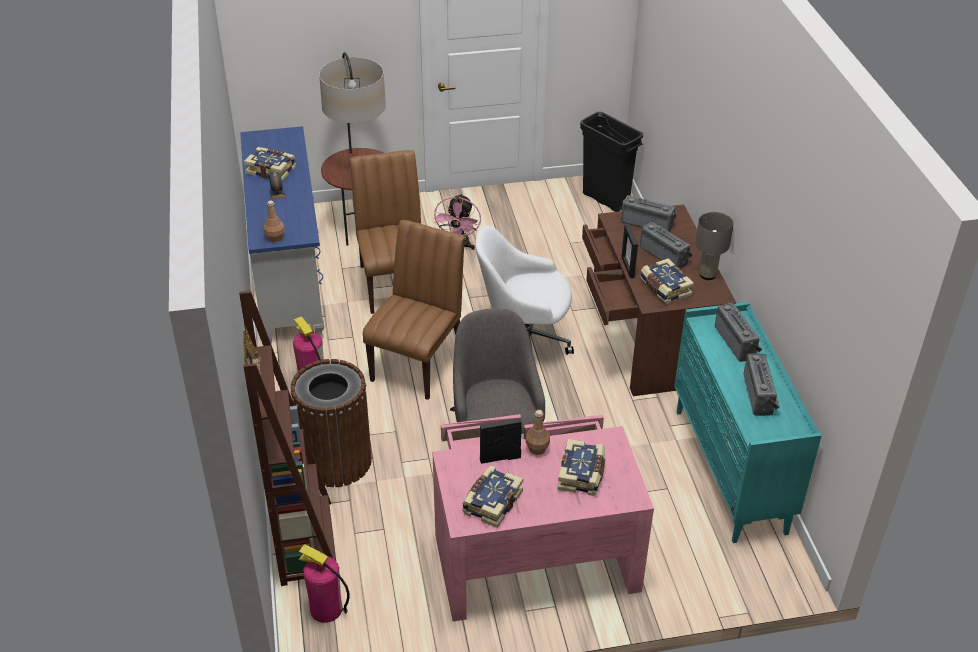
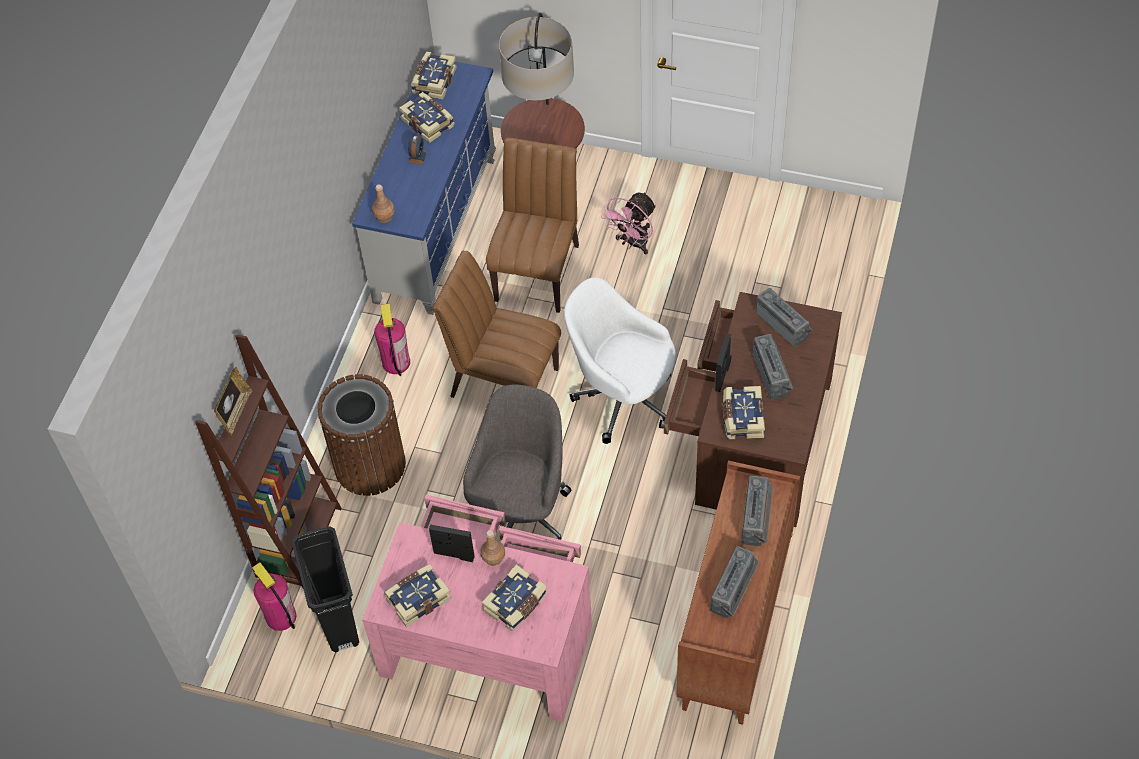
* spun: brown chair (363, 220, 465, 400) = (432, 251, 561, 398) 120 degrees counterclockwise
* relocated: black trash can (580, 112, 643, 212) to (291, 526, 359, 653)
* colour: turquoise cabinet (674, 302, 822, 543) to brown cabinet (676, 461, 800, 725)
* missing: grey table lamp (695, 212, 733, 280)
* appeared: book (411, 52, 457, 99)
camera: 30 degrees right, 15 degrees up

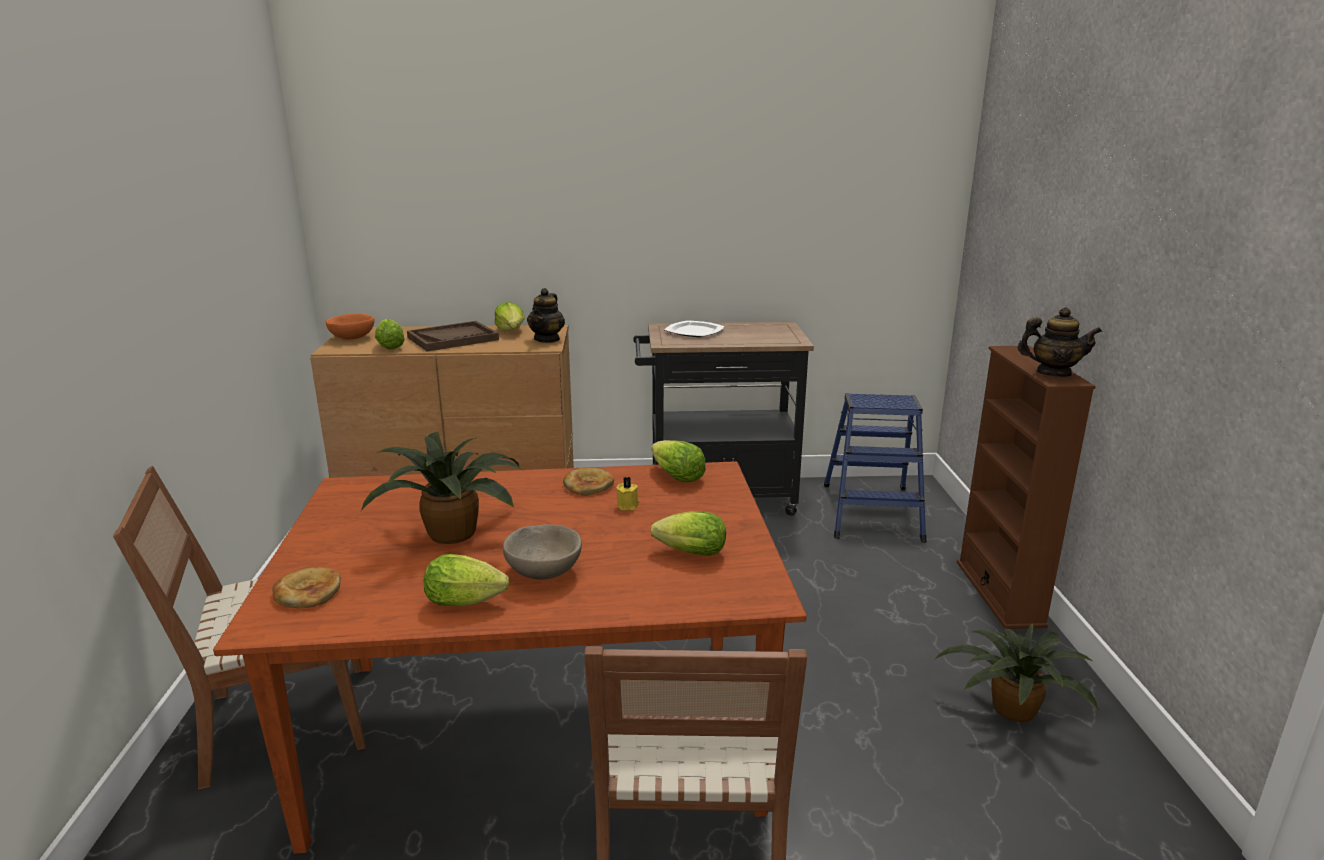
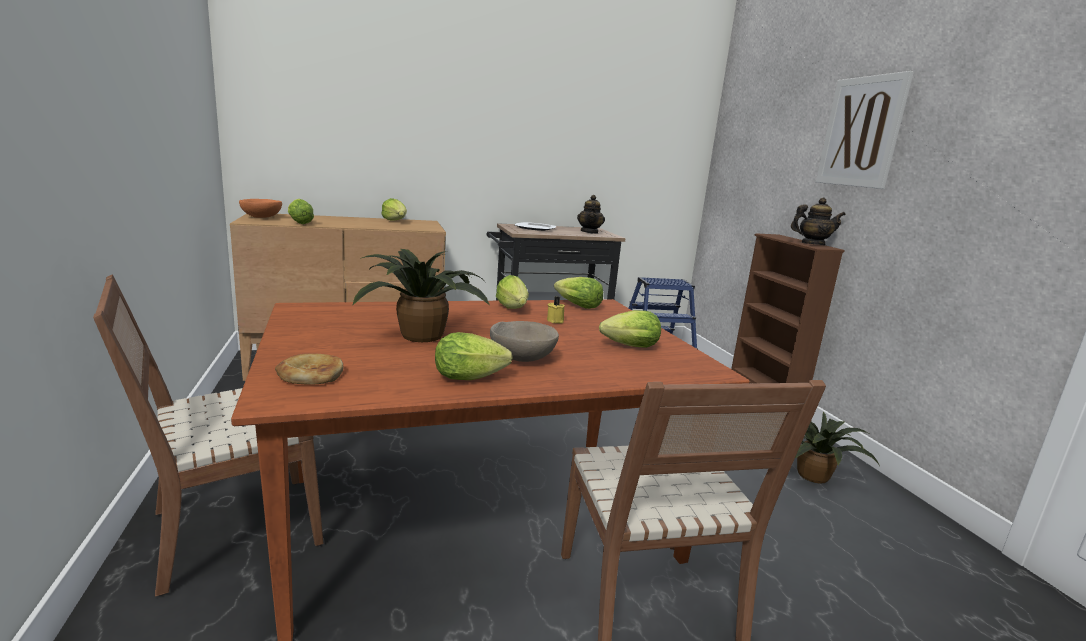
* missing: brown tray (407, 321, 499, 351)
* relocated: teapot (527, 288, 565, 343) to (577, 195, 605, 234)
* exchanged: bread (563, 467, 614, 496) to lettuce (496, 275, 529, 309)
* appeared: picture (816, 71, 914, 189)
camera: 15 degrees left, 5 degrees down

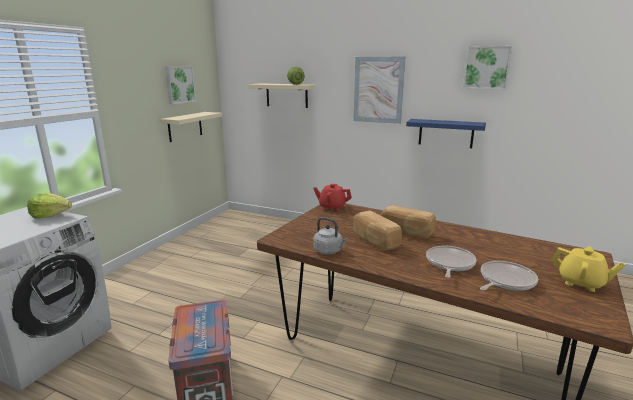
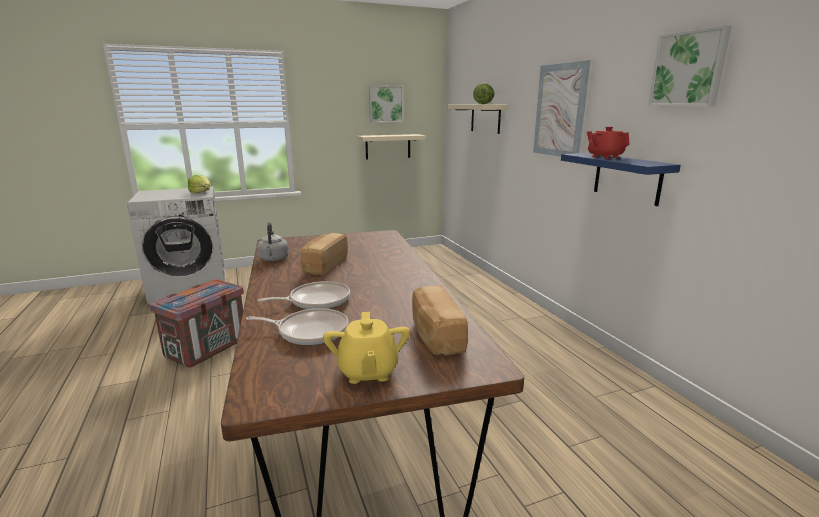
* relocated: red teapot (313, 184, 352, 211) to (587, 126, 630, 159)
* relocated: bread (381, 205, 436, 238) to (412, 285, 468, 355)
camera: 45 degrees right, 0 degrees up

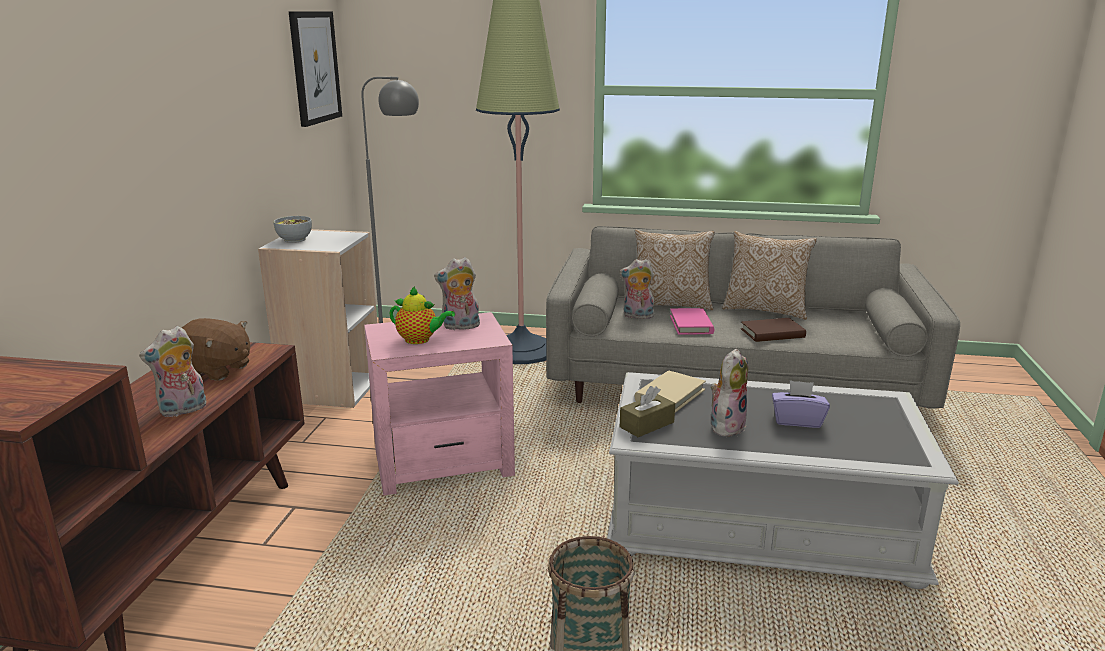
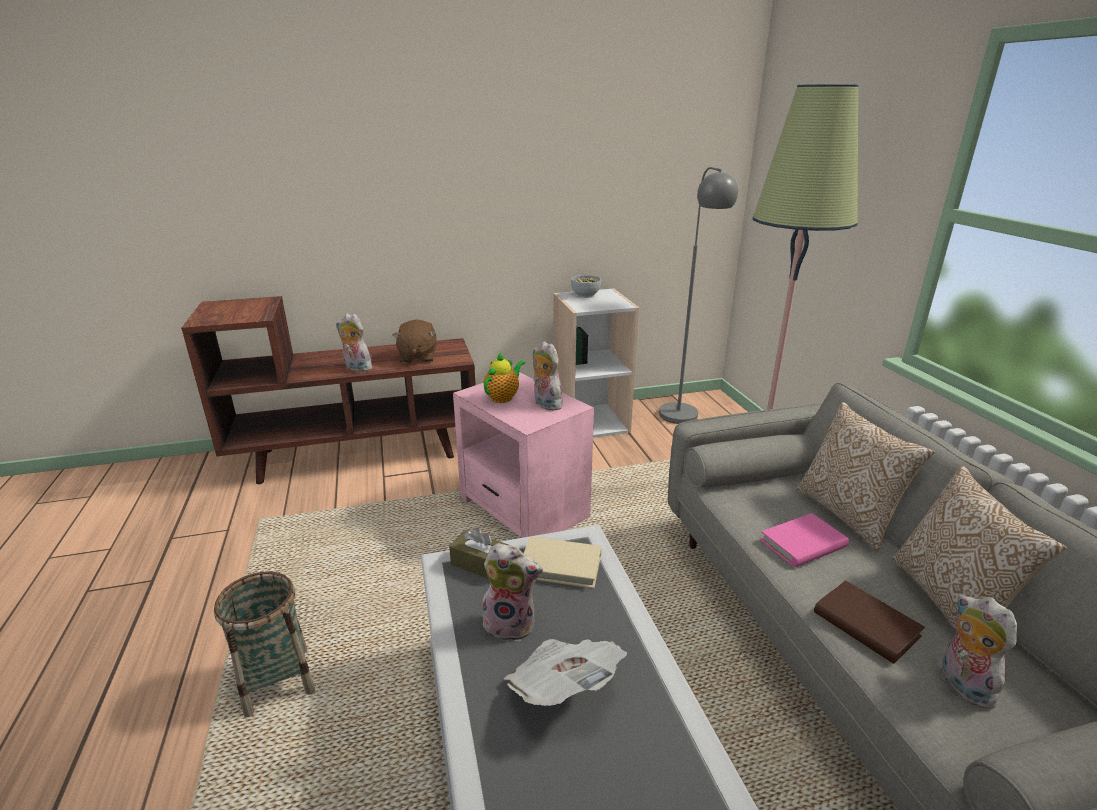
* missing: picture (289, 11, 342, 127)
* spun: teapot (389, 286, 455, 344) = (484, 353, 525, 403) 135 degrees counterclockwise
* relocated: plush toy (619, 259, 654, 319) to (942, 595, 1017, 709)
* exchanged: purple tissue box (772, 380, 830, 428) to newspaper (504, 639, 627, 706)
camera: 65 degrees right, 5 degrees up

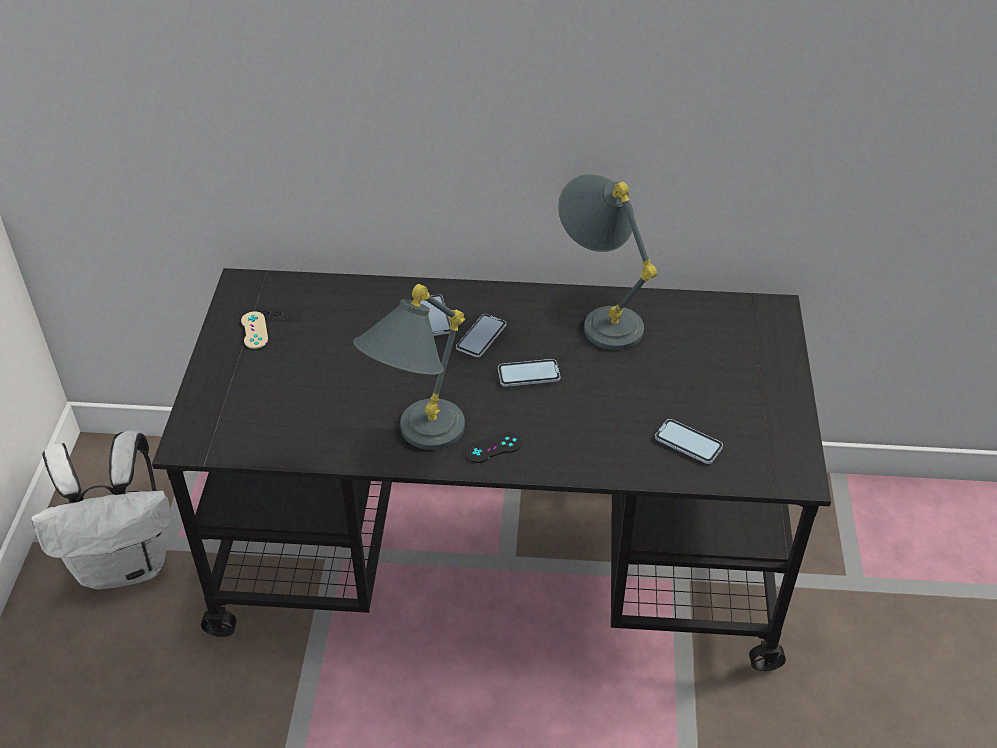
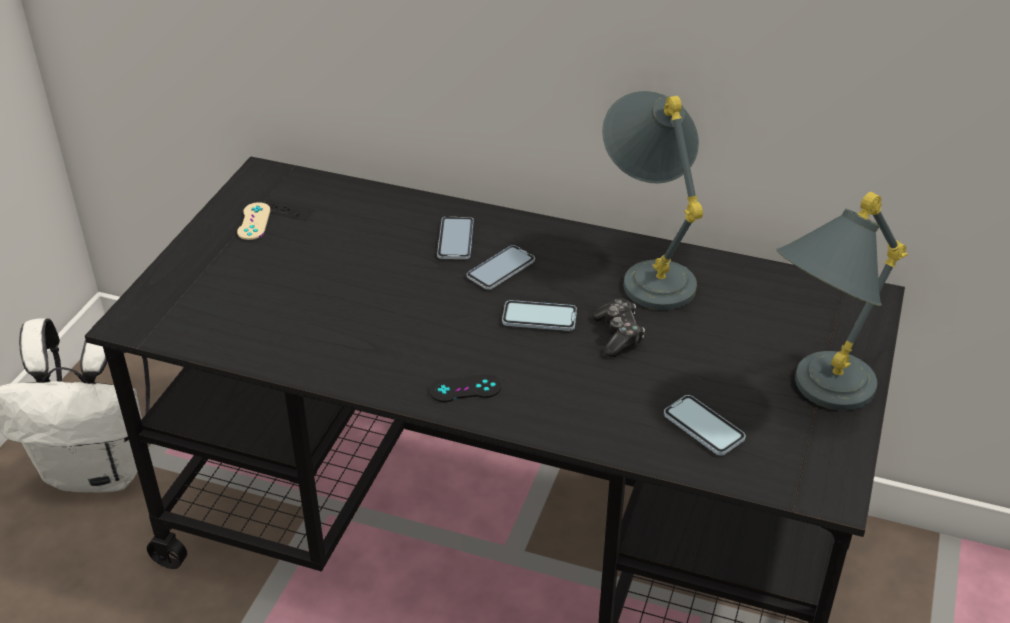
* relocated: grey table lamp (353, 284, 465, 450) to (776, 192, 908, 411)
* appeared: game controller (592, 298, 645, 357)
camera: 15 degrees right, 5 degrees down

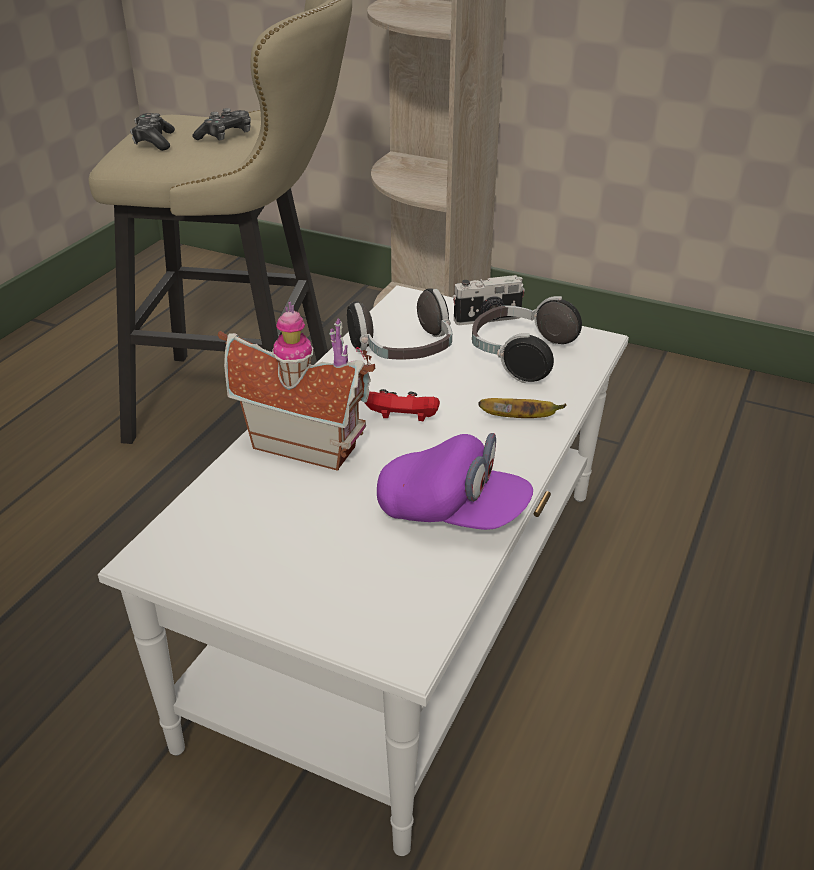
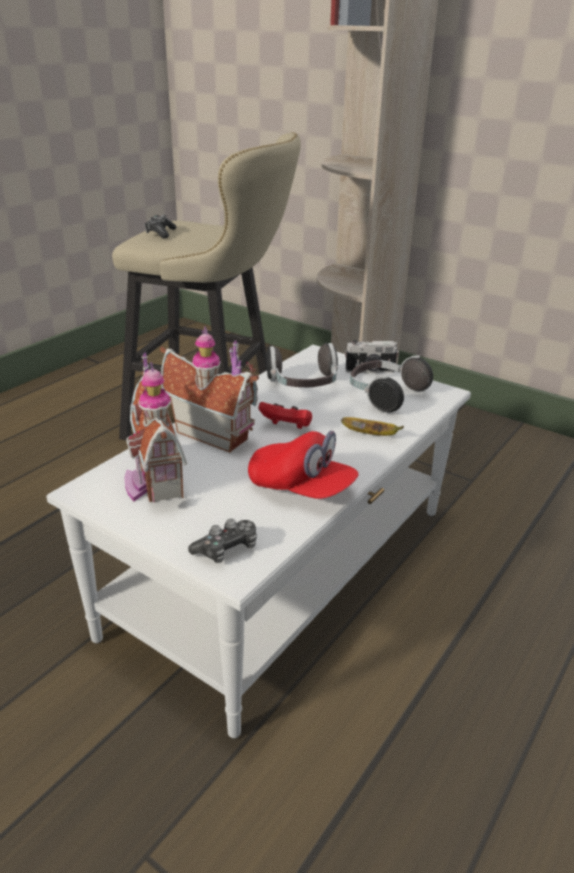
* relocated: game controller (192, 108, 251, 140) to (188, 519, 257, 563)
* colour: purple cap (377, 433, 533, 530) to red cap (248, 431, 359, 499)
* appeared: toy house (125, 352, 187, 502)
camera: 10 degrees right, 5 degrees down

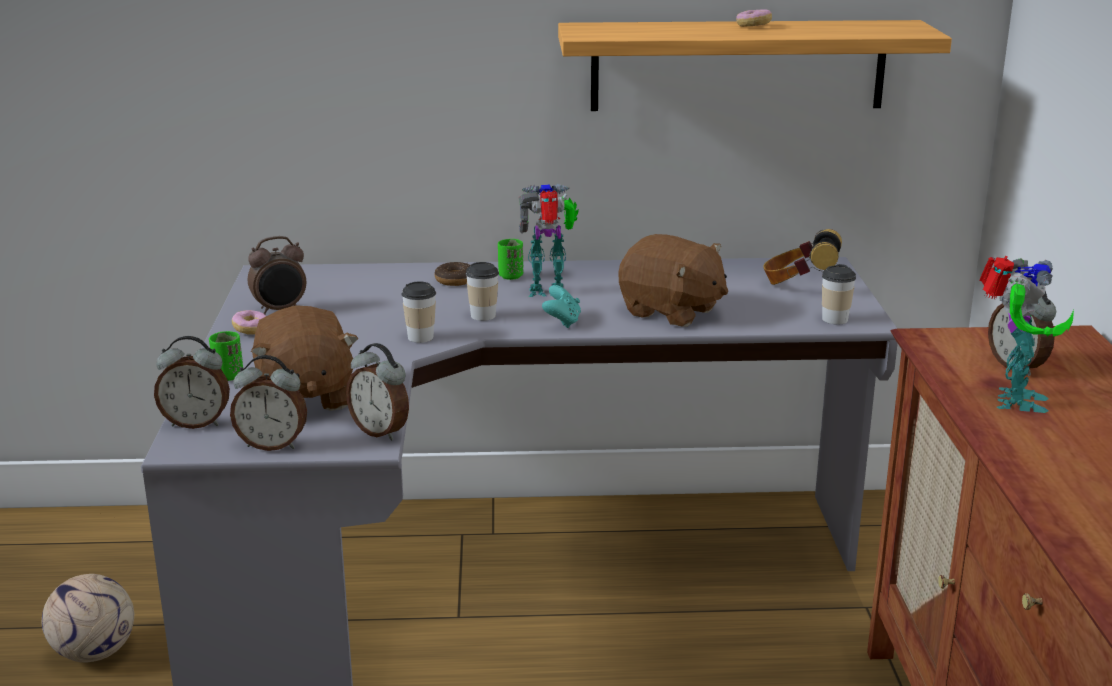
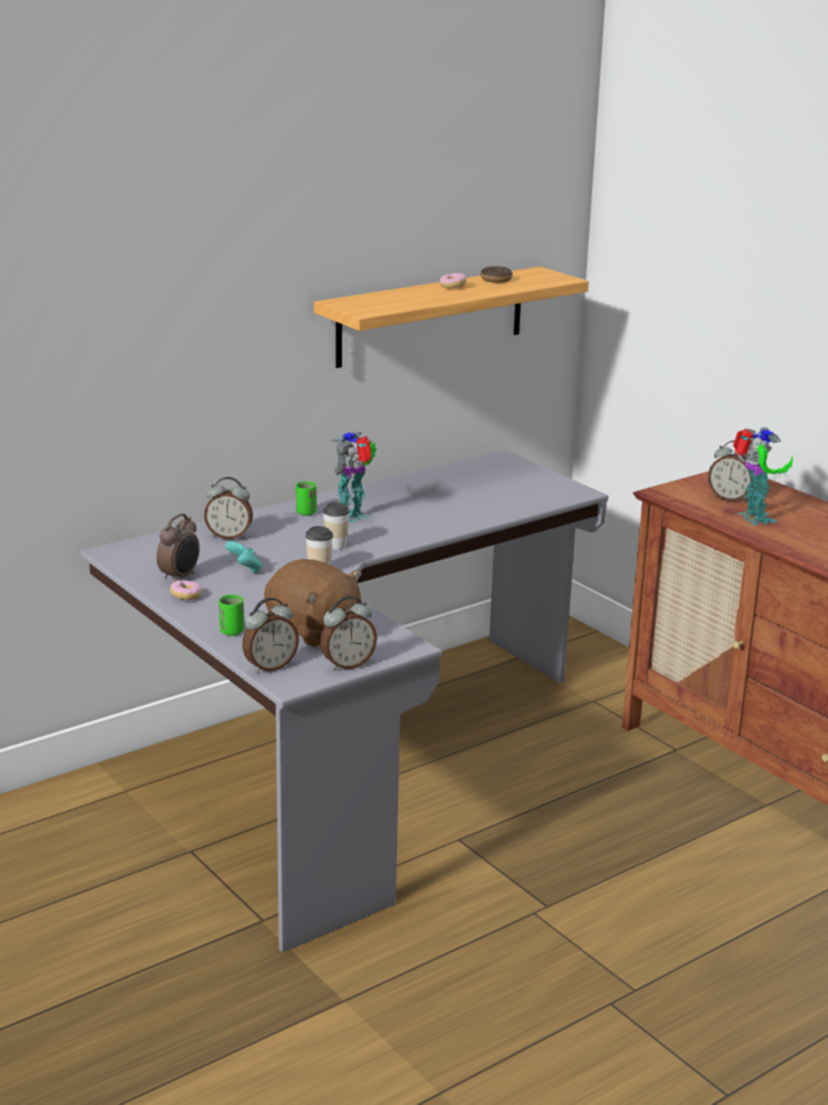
* missing: football (42, 574, 134, 663)
* relocated: alarm clock (346, 343, 409, 441) to (204, 477, 253, 539)
* relocated: donut (435, 262, 470, 286) to (481, 266, 513, 283)
* relocated: turquoise game controller (542, 285, 581, 328) to (225, 541, 262, 574)
* missing: brown plush toy (619, 234, 728, 327)
* missing: headphones (763, 229, 842, 285)
* missing: cup (822, 264, 856, 325)
camera: 35 degrees left, 0 degrees up

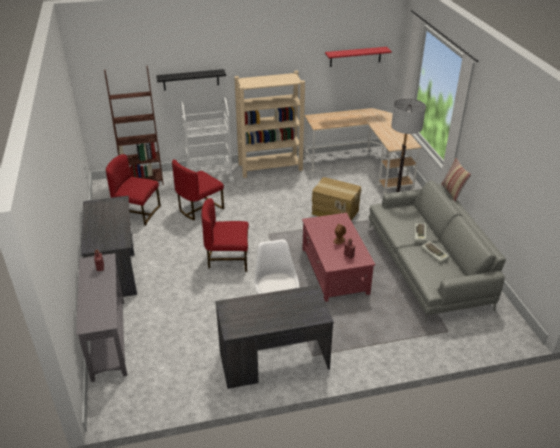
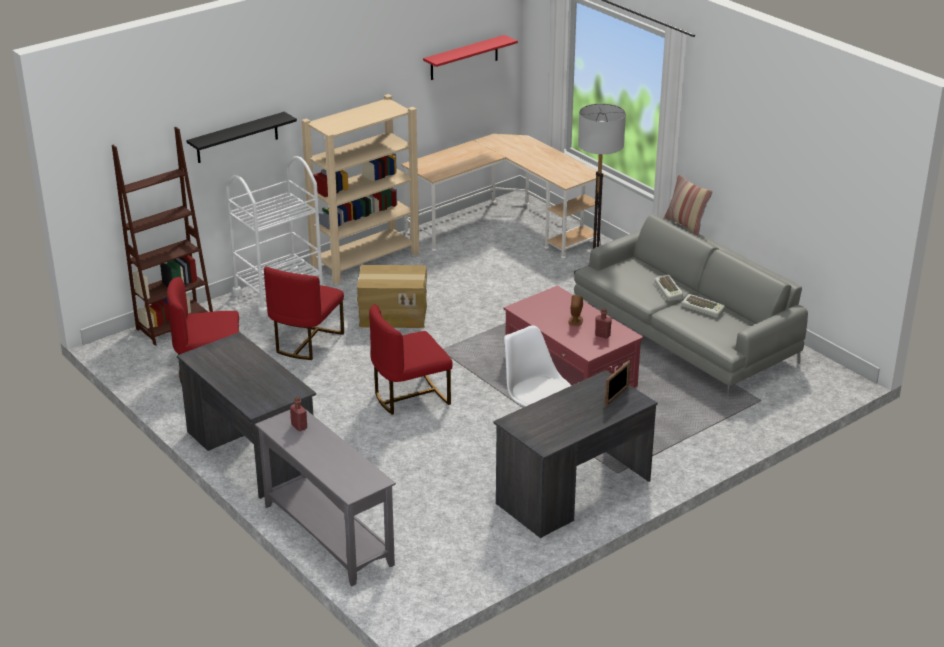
* relocated: cardboard box (312, 177, 361, 221) to (357, 265, 427, 328)
* appeared: picture frame (605, 360, 631, 406)
camera: 25 degrees left, 5 degrees down

